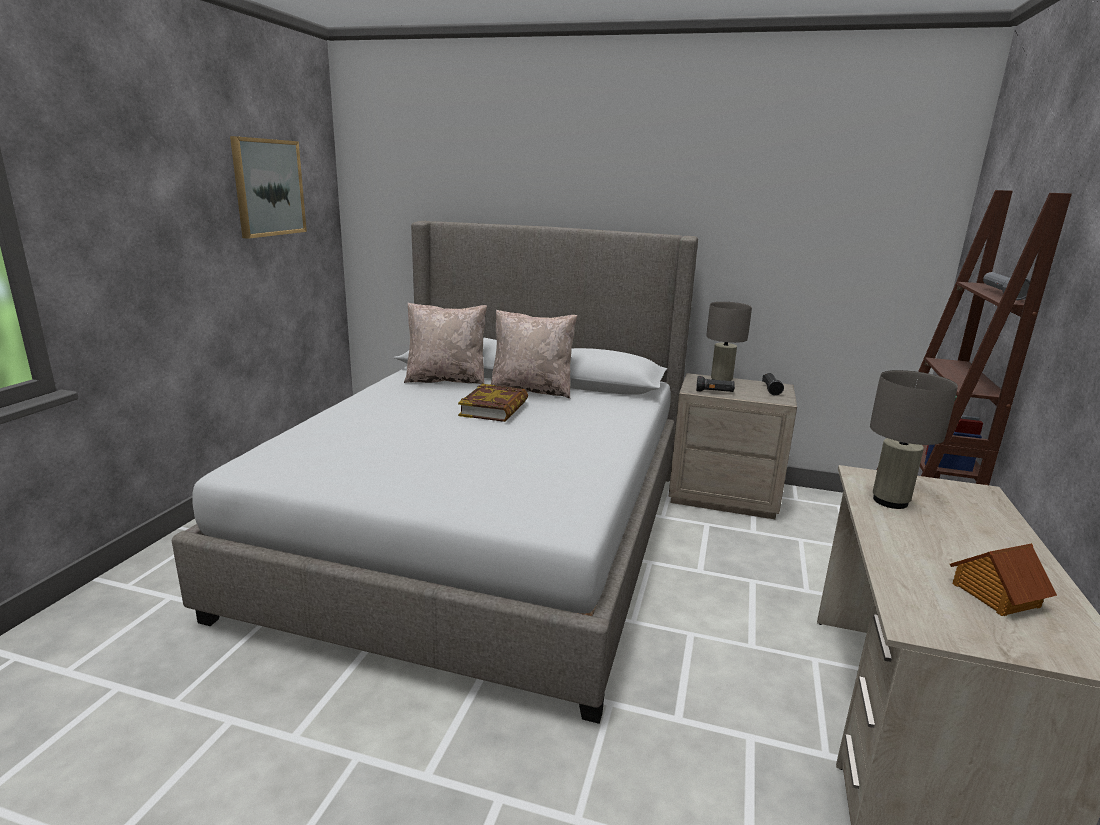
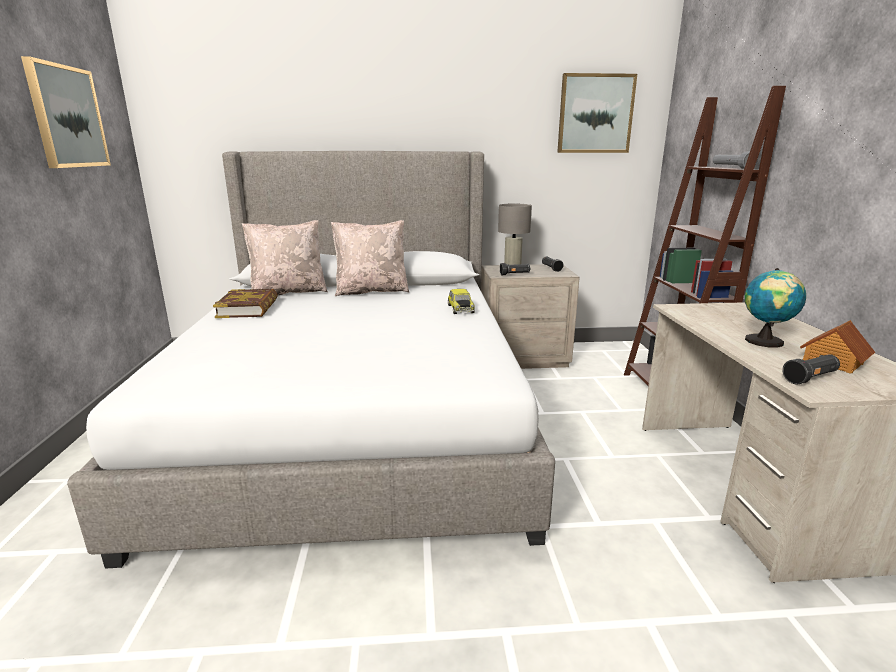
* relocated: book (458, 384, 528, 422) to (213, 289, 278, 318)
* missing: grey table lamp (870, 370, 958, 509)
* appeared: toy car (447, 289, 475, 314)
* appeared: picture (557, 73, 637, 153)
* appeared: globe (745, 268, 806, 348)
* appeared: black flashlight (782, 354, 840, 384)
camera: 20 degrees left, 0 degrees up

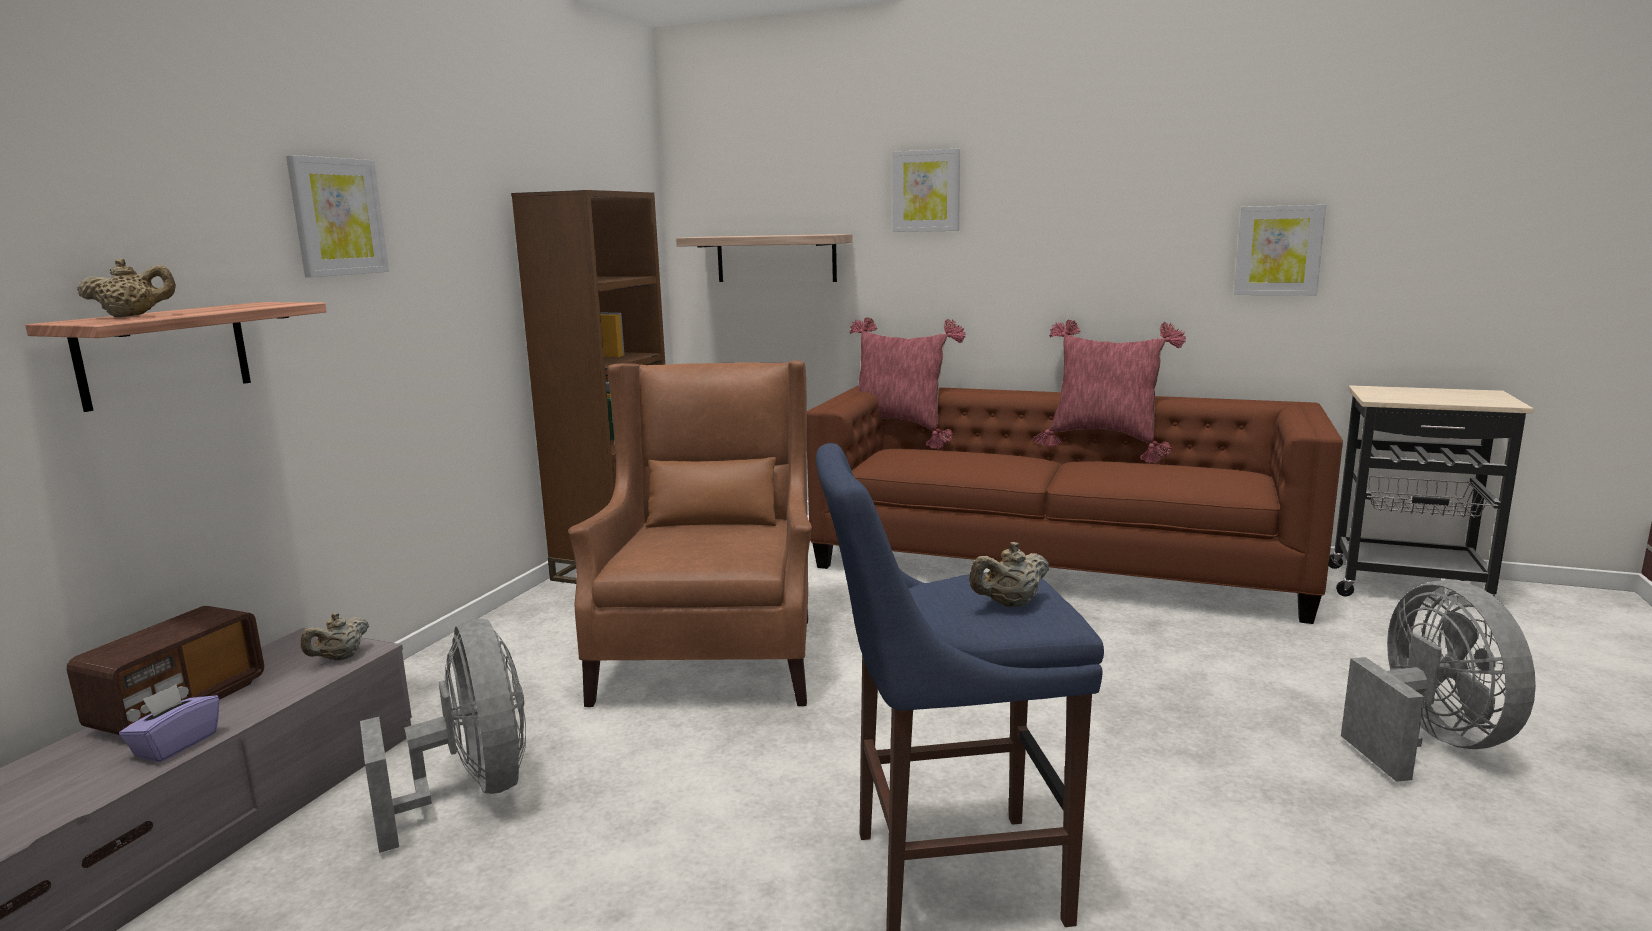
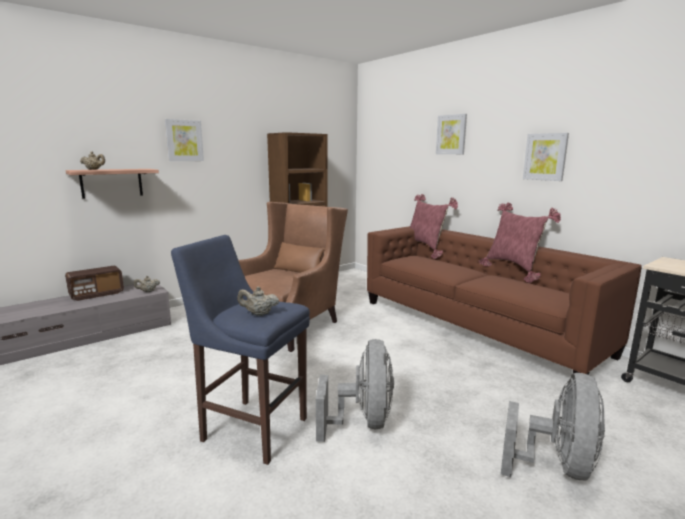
* missing: purple tissue box (119, 684, 220, 762)
* relocated: grey fan (360, 619, 526, 853) to (316, 339, 394, 442)
* missing: shelf (676, 234, 853, 282)
* relocated: picture (1234, 205, 1326, 295) to (523, 133, 569, 181)
camera: 30 degrees right, 0 degrees up

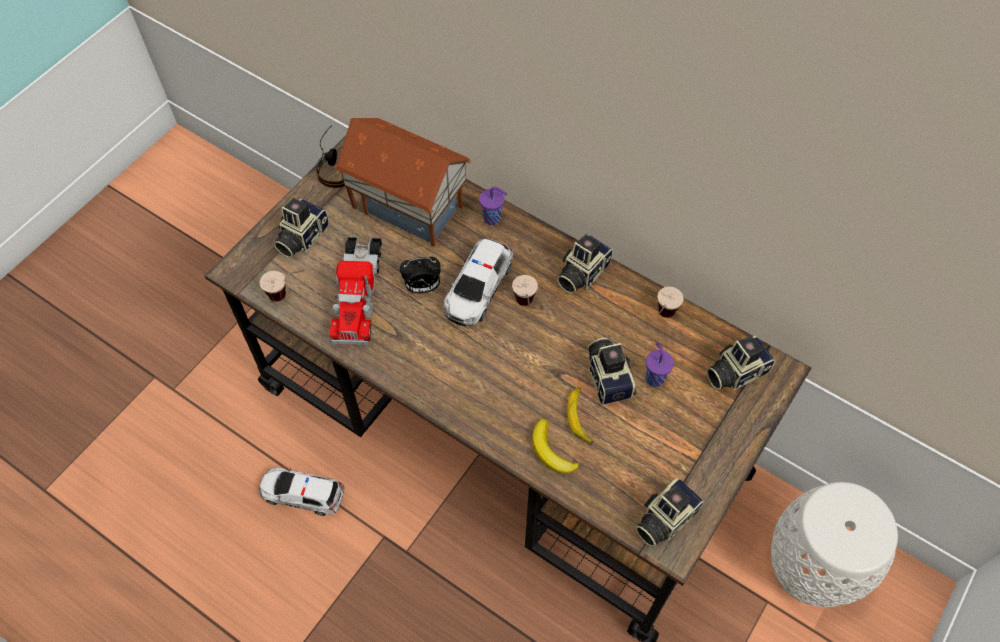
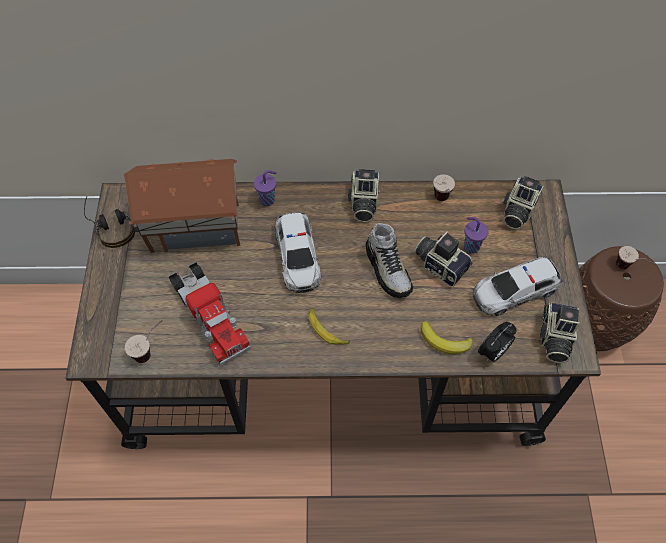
* relocated: toy car (259, 468, 344, 516) to (473, 256, 563, 316)
* missing: photo camera (274, 198, 329, 258)
* relocated: alarm clock (400, 257, 441, 293) to (478, 322, 516, 362)
* relocated: cup (512, 275, 538, 306) to (616, 246, 655, 269)
* relocated: banana (567, 387, 594, 444) to (308, 308, 350, 344)
* colour: white stool (771, 482, 898, 607) to brown stool (579, 246, 664, 351)
* appeared: shoe (366, 223, 413, 298)
camera: 35 degrees left, 0 degrees up

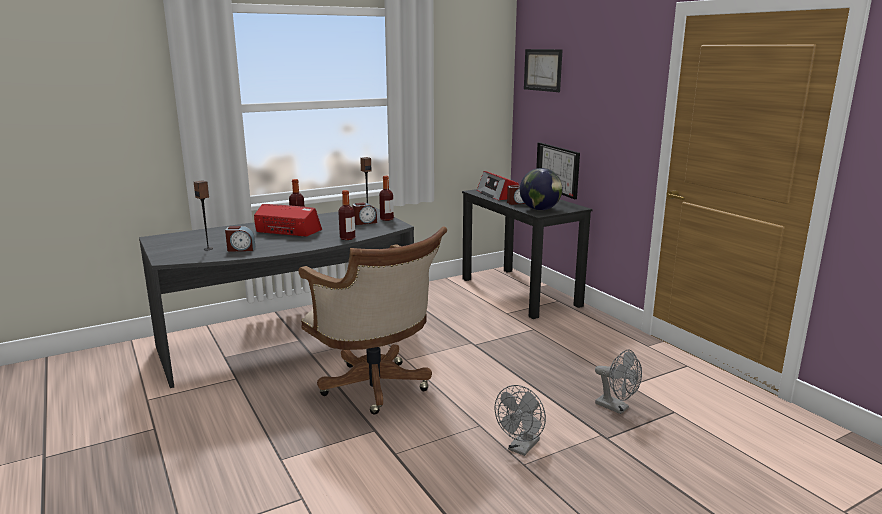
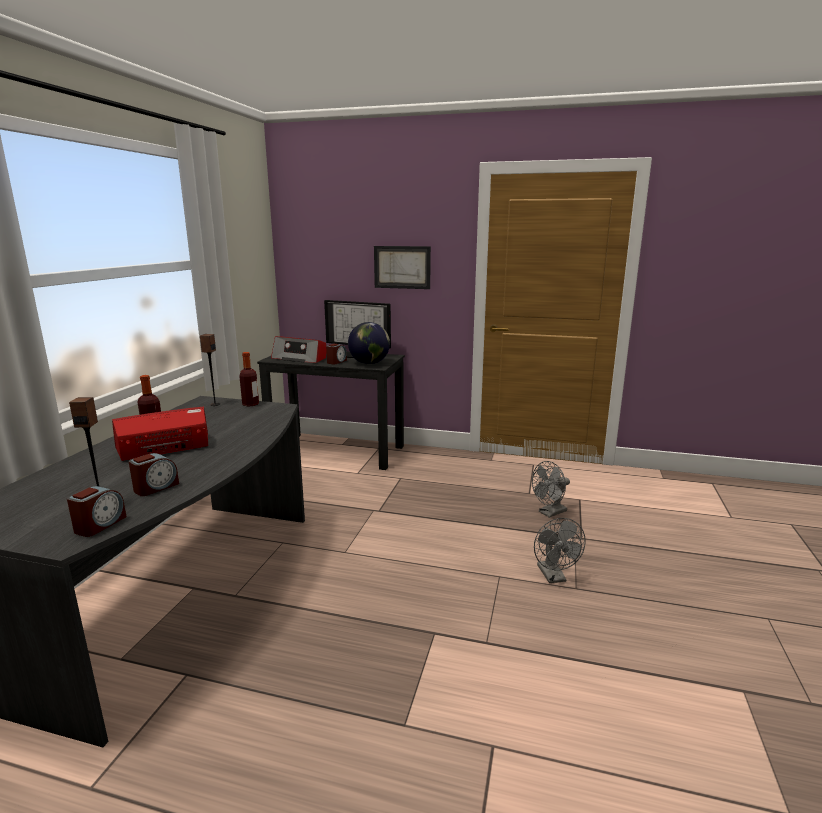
* missing: office chair (299, 227, 447, 414)
* missing: bottle (338, 190, 355, 240)
* relocated: alarm clock (353, 202, 377, 225) to (67, 486, 127, 537)
* relocated: picture (524, 49, 563, 92) to (374, 246, 431, 289)
* spun: grey fan (595, 350, 642, 414) = (532, 461, 570, 518) 150 degrees clockwise
camera: 45 degrees left, 0 degrees up

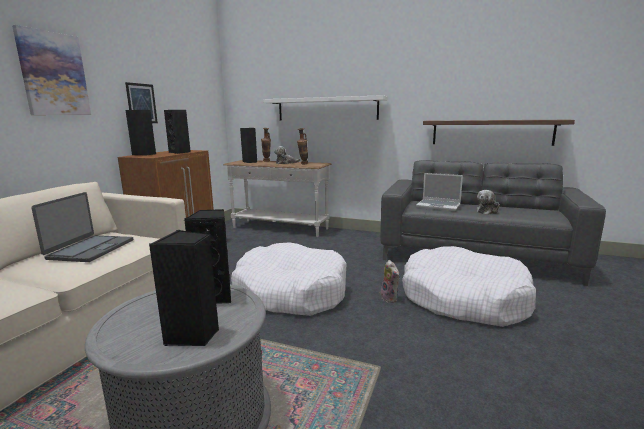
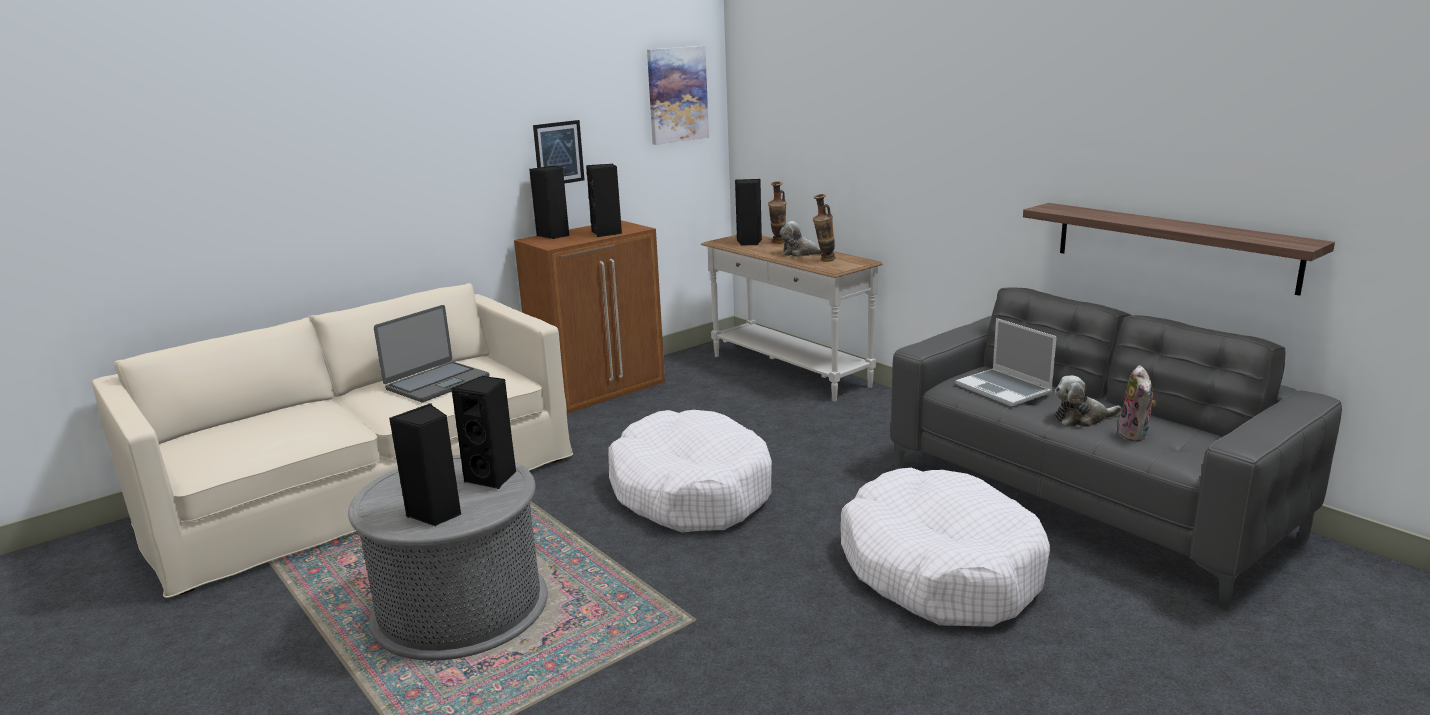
* relocated: picture (12, 25, 91, 115) to (647, 46, 709, 145)
* missing: white shelf (263, 95, 388, 121)
* relocated: plush toy (381, 260, 399, 303) to (1118, 365, 1157, 441)
camera: 30 degrees right, 5 degrees up

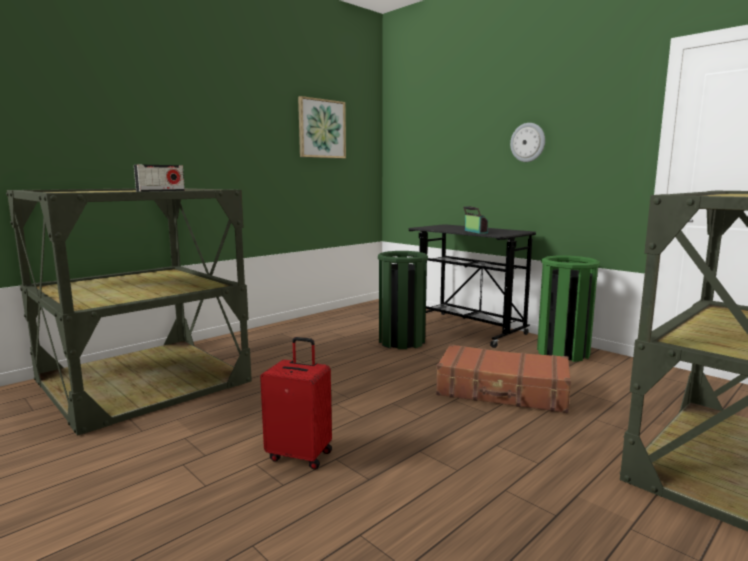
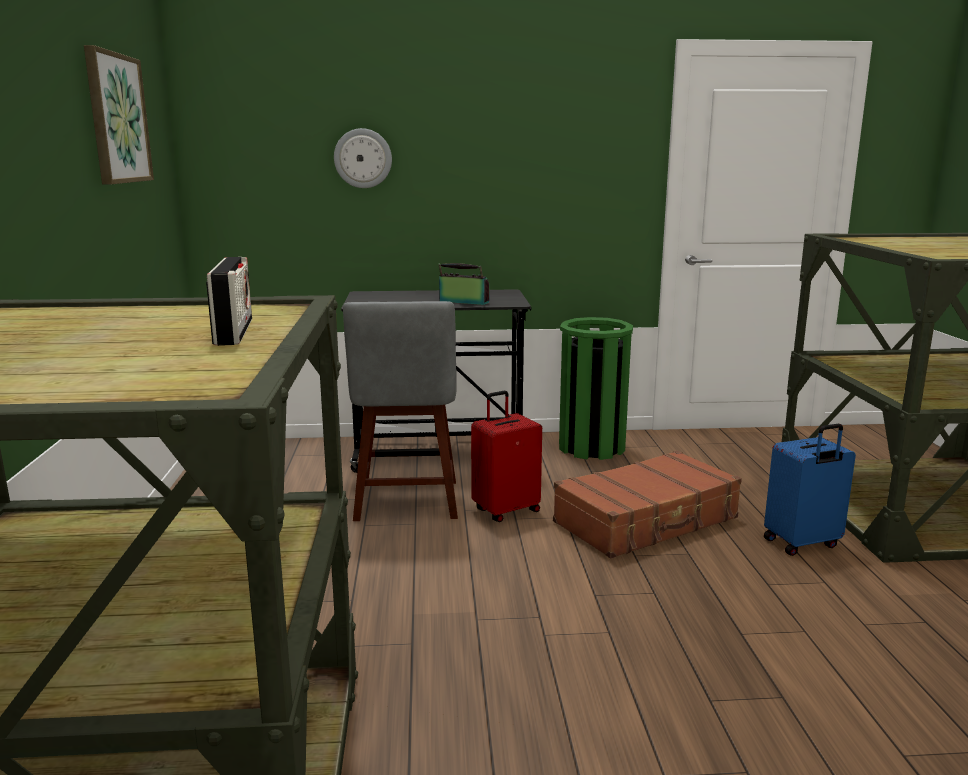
* relocated: red suitcase (260, 337, 332, 470) to (471, 391, 542, 522)
* exchanged: green trash can (378, 251, 428, 349) to grey chair (343, 301, 458, 521)
* relocated: wall clock (510, 123, 545, 162) to (334, 128, 392, 188)
* appeared: blue suitcase (764, 424, 856, 556)
camera: 50 degrees left, 5 degrees up

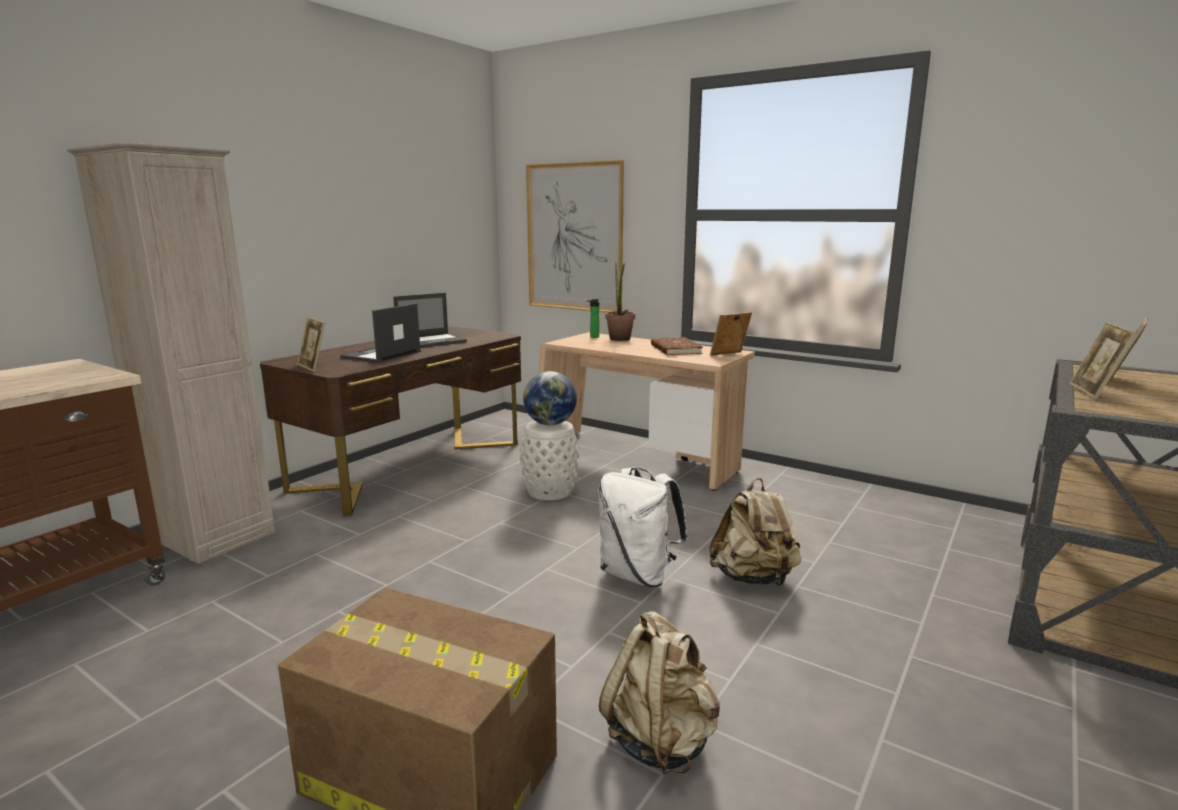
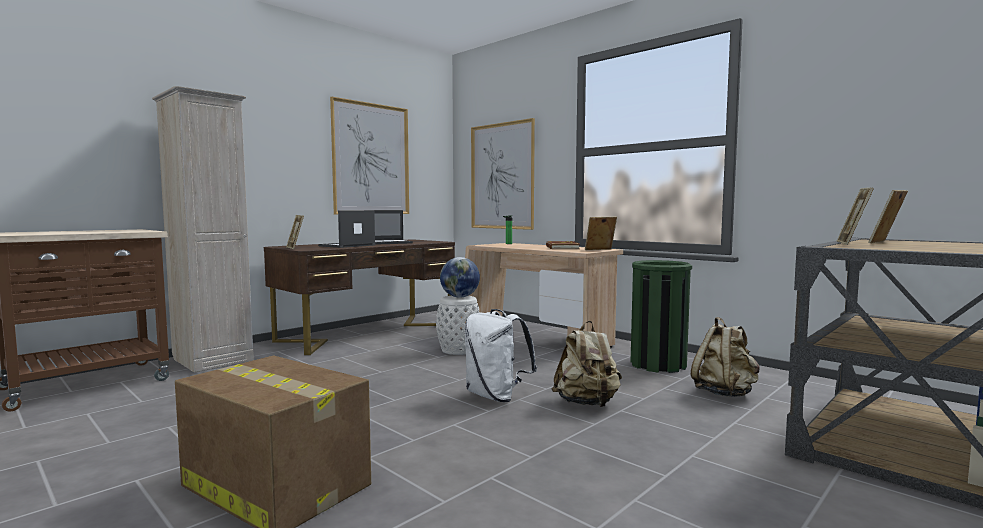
* relocated: beige backpack (599, 611, 720, 775) to (691, 317, 760, 397)
* missing: potted plant (605, 262, 635, 341)
* appeared: picture (330, 97, 409, 215)
* appeared: green trash can (630, 260, 692, 373)
camera: 10 degrees right, 10 degrees down

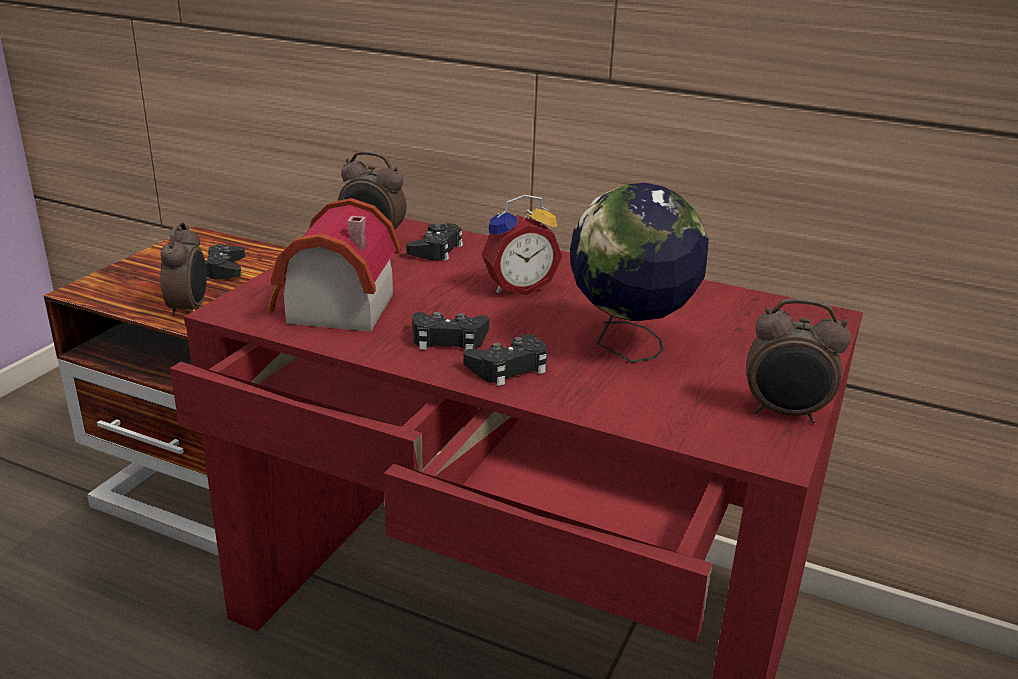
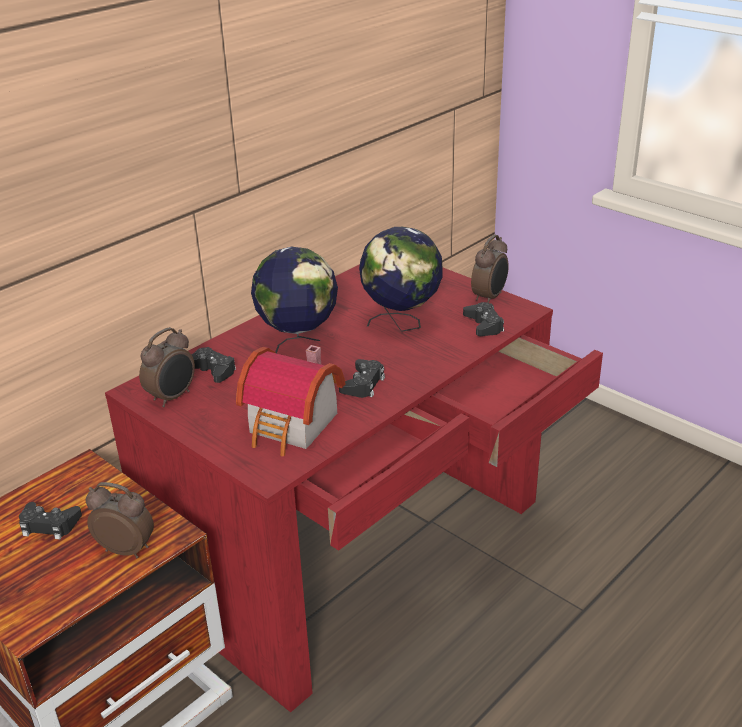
* relocated: black game controller (463, 334, 547, 386) to (463, 302, 504, 336)
* exchanged: alarm clock (481, 194, 562, 295) to globe (251, 247, 338, 353)
camera: 70 degrees left, 5 degrees up

